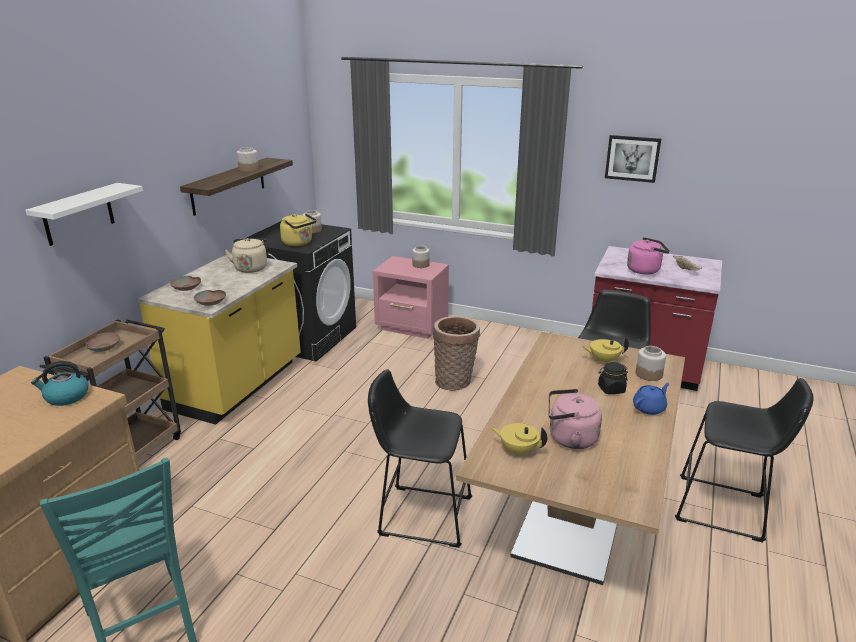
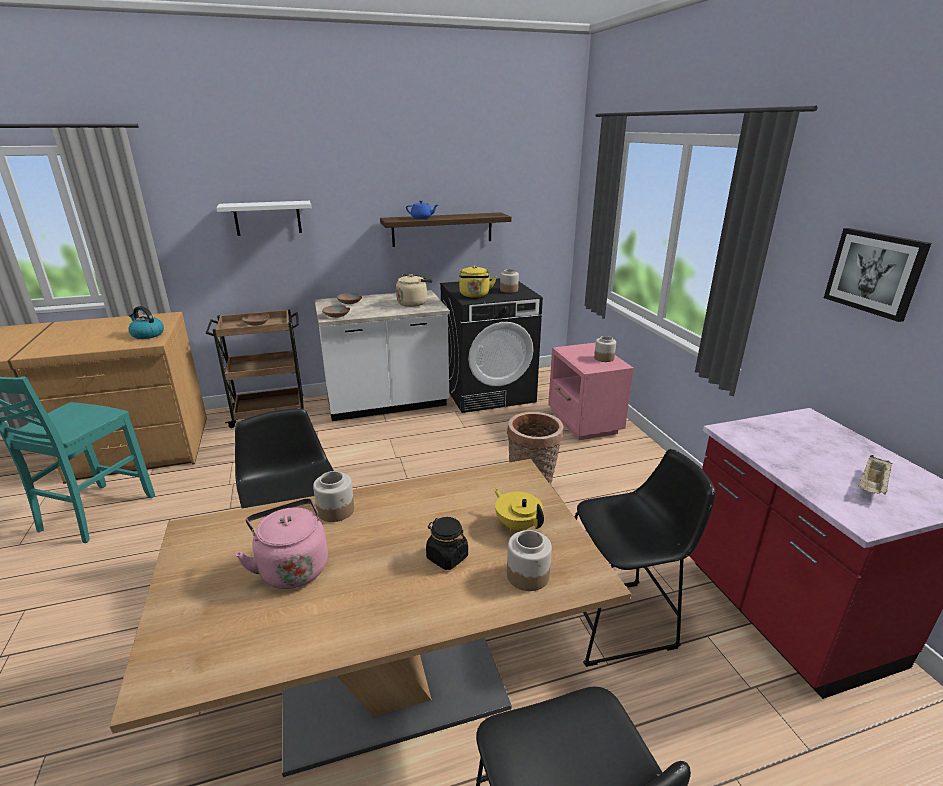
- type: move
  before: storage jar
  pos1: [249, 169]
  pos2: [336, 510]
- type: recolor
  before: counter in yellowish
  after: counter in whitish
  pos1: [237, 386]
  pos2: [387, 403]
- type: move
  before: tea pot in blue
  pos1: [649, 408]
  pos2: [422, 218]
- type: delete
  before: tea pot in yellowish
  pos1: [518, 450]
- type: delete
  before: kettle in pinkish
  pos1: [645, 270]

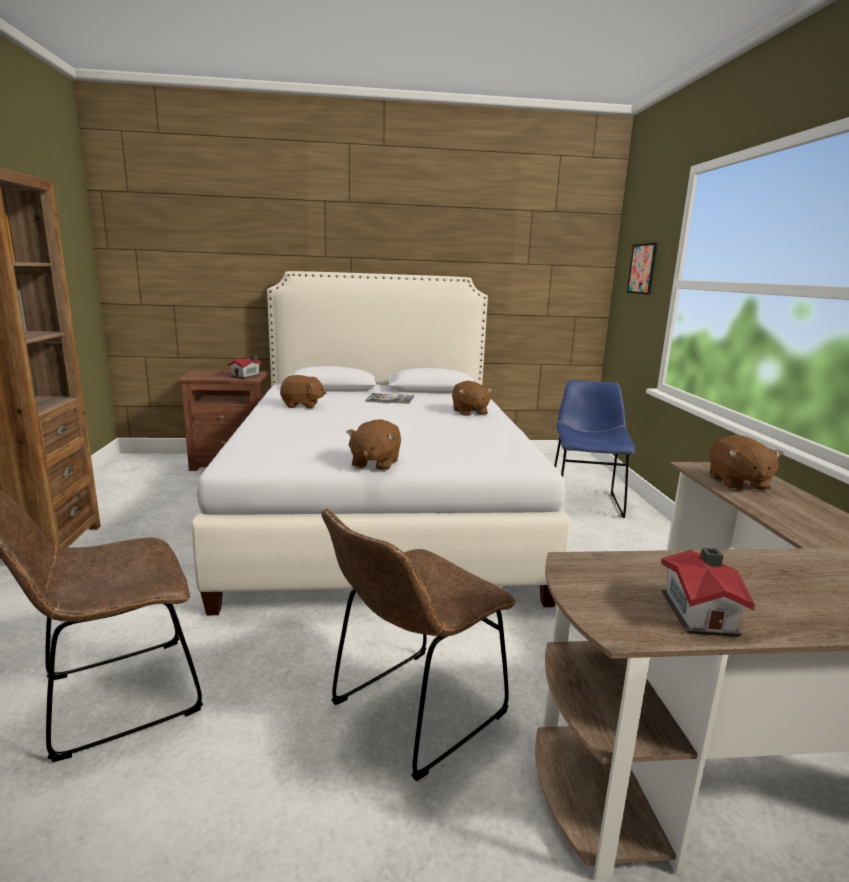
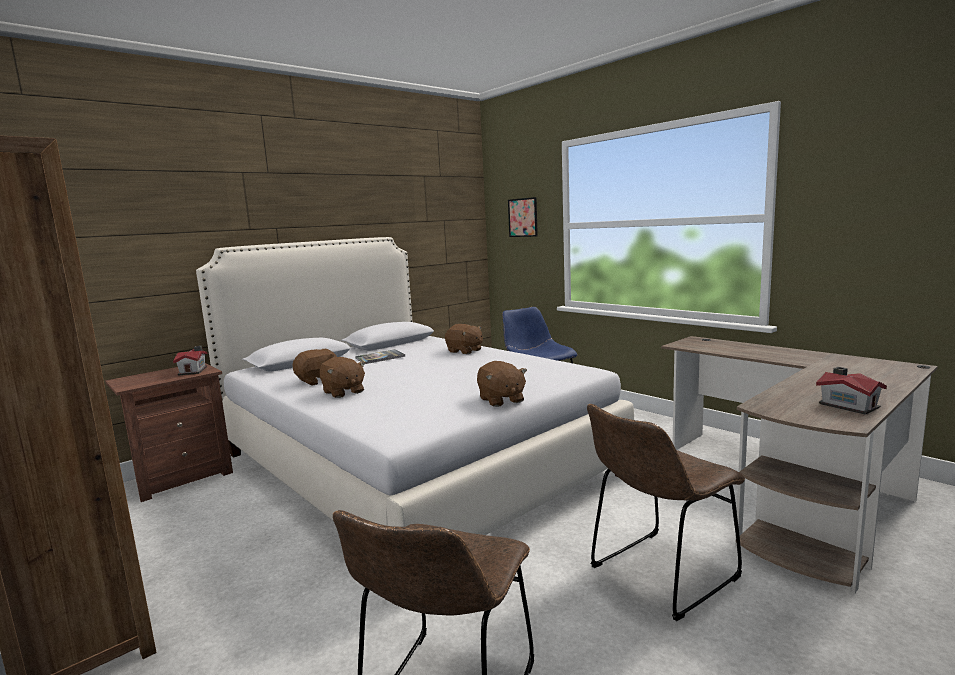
- type: move
  before: cuddly toy in brown
  pos1: [737, 483]
  pos2: [343, 392]
- type: rotate
  before: chair in brown
  pos1: [412, 713]
  pos2: [659, 575]
  turn: 45

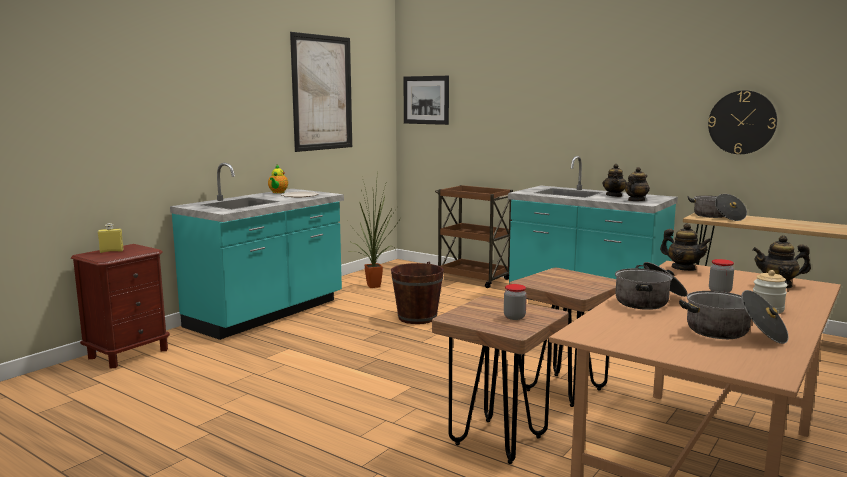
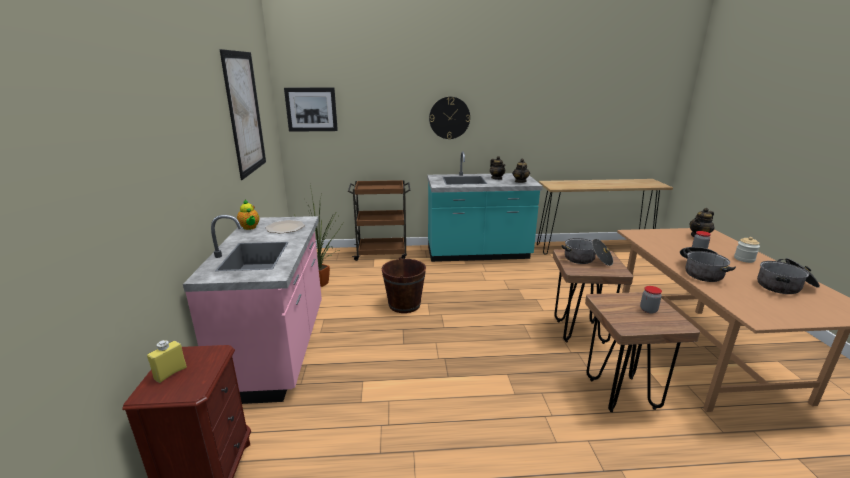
- type: recolor
  before: counter in turquoise
  after: counter in pinkish
  pos1: [267, 314]
  pos2: [279, 349]
- type: move
  before: wall clock
  pos1: [742, 122]
  pos2: [449, 118]
- type: move
  before: cooking pot
  pos1: [717, 216]
  pos2: [586, 260]
- type: delete
  before: tea pot
  pos1: [683, 268]

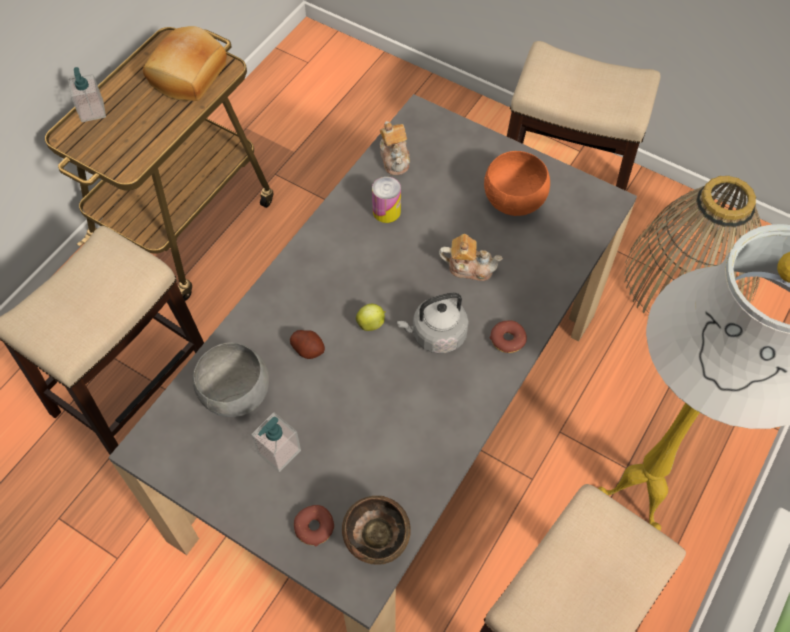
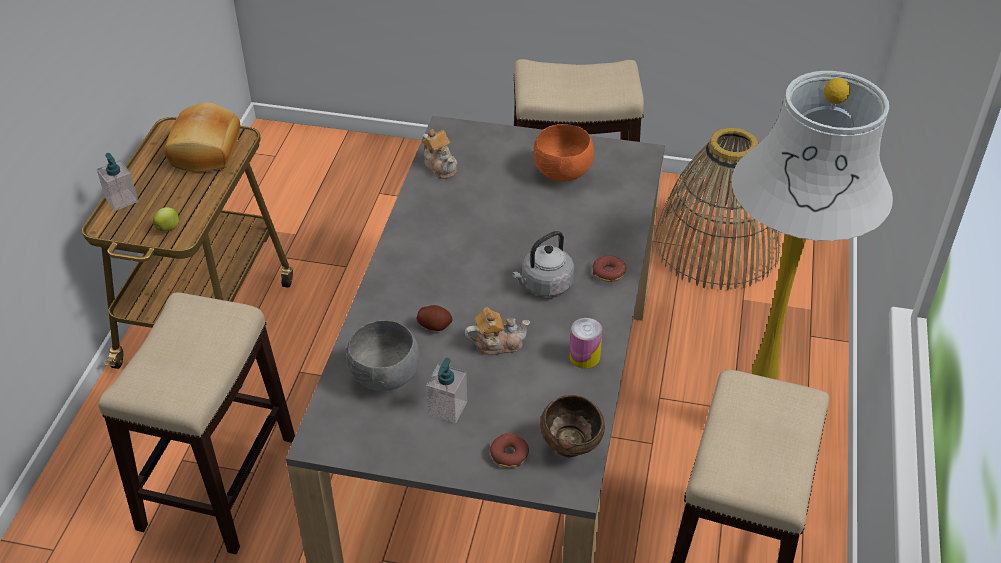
- type: move
  before: apple
  pos1: [371, 324]
  pos2: [169, 228]
- type: move
  before: tea pot
  pos1: [469, 267]
  pos2: [497, 343]
- type: move
  before: sealed can
  pos1: [386, 211]
  pos2: [584, 357]

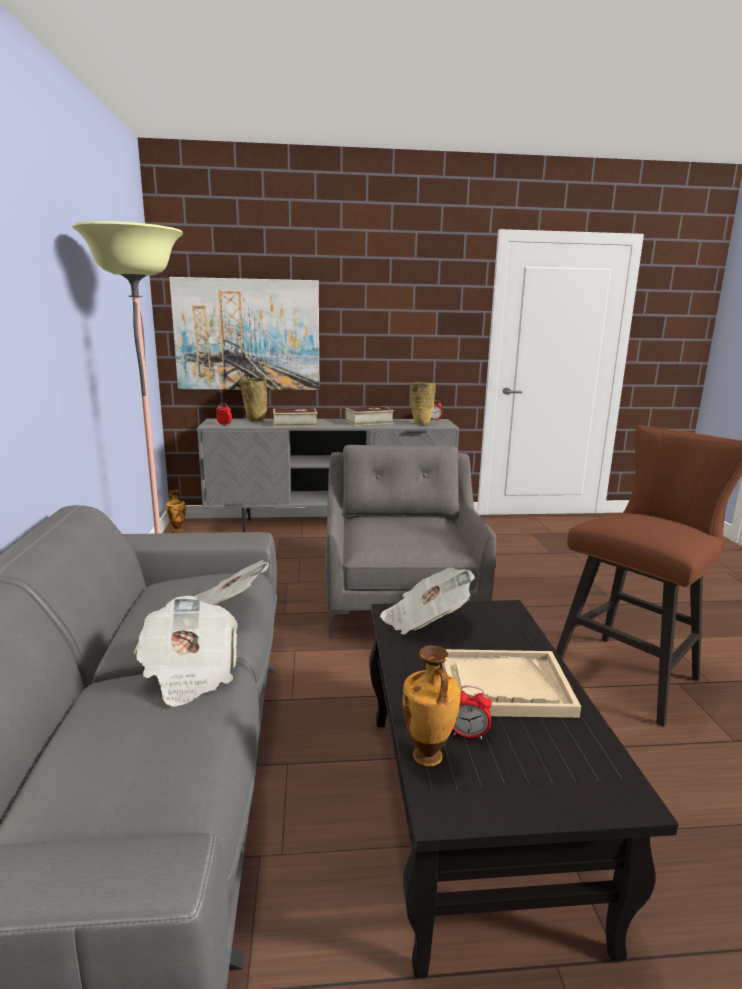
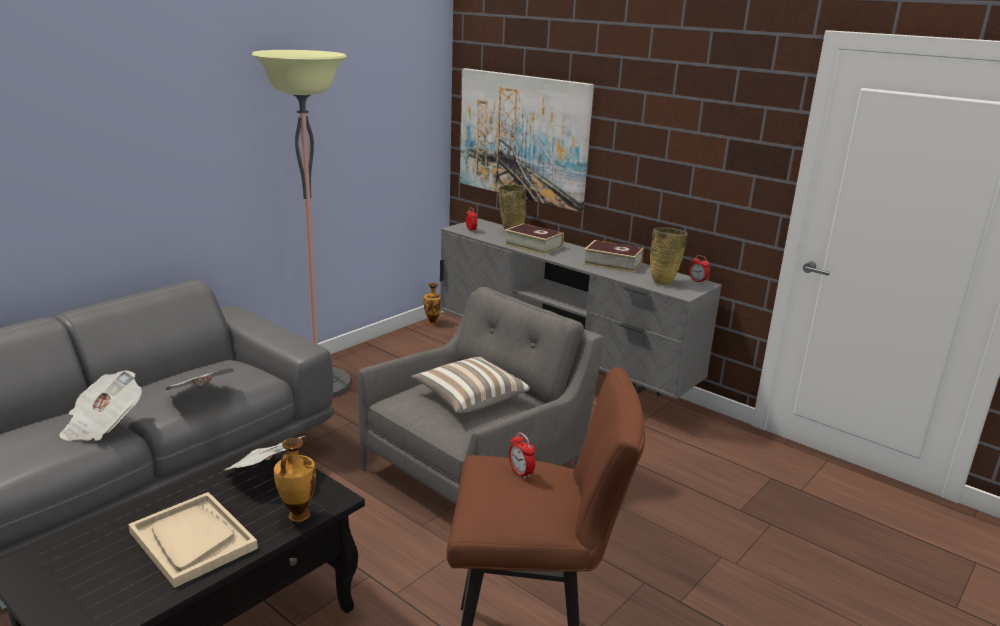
- type: move
  before: decorative vase
  pos1: [427, 757]
  pos2: [297, 516]
- type: insert
  after: pillow
  pos2: [469, 398]
- type: move
  before: table clock
  pos1: [468, 734]
  pos2: [521, 473]

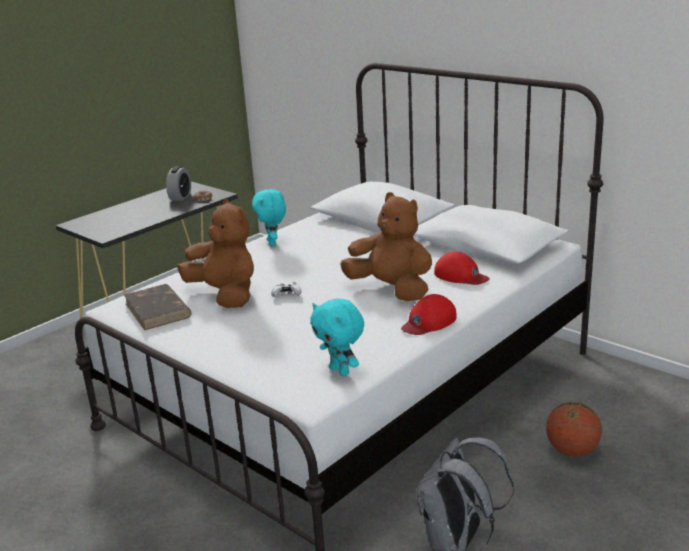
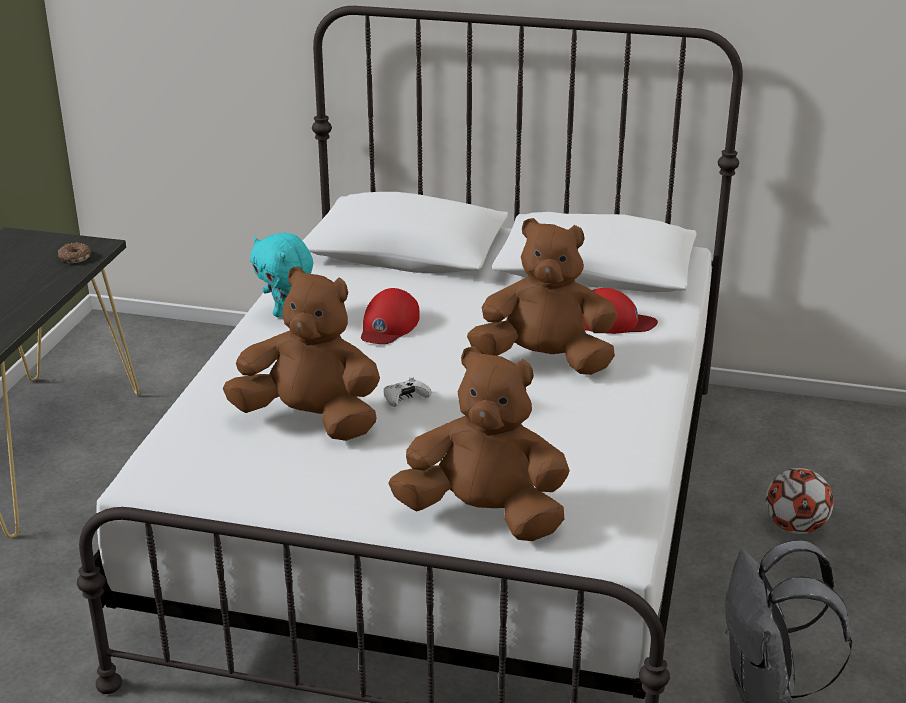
- type: move
  before: baseball cap in reddish
  pos1: [428, 322]
  pos2: [388, 325]
- type: insert
  after: cuddly toy in brown
  pos2: [484, 515]
- type: replace
  before: basketball
  after: football
  pos1: [572, 451]
  pos2: [795, 527]
- type: delete
  before: bound book in brown
  pos1: [158, 310]
- type: delete
  before: table clock
  pos1: [180, 197]
- type: delete
  before: cuddly toy in turquoise
  pos1: [340, 371]

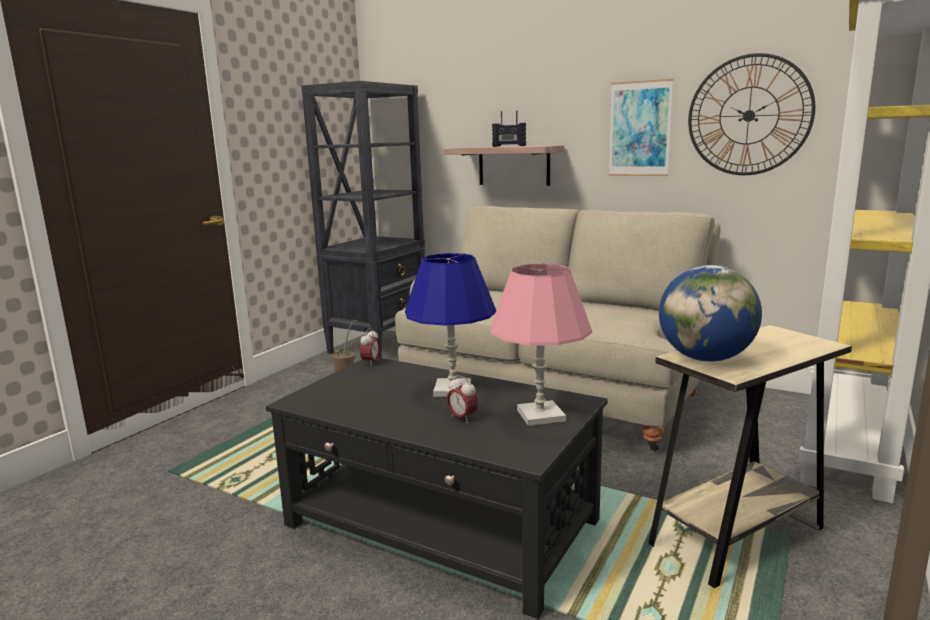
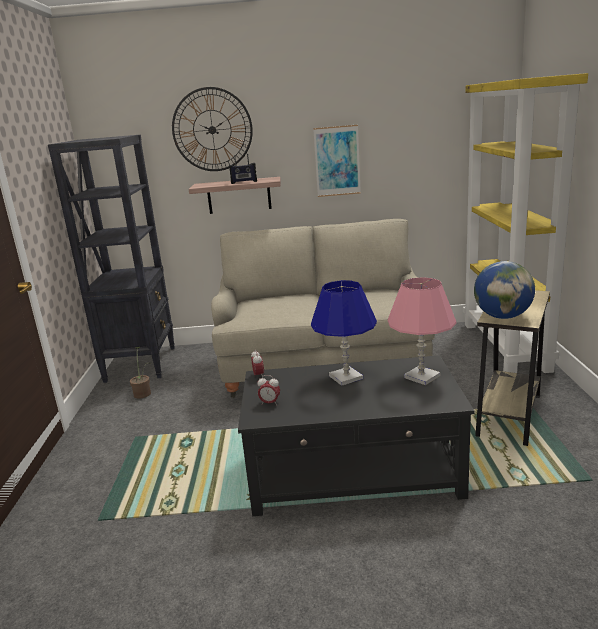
- type: move
  before: wall clock
  pos1: [749, 115]
  pos2: [212, 130]
- type: move
  before: table clock
  pos1: [462, 418]
  pos2: [270, 403]

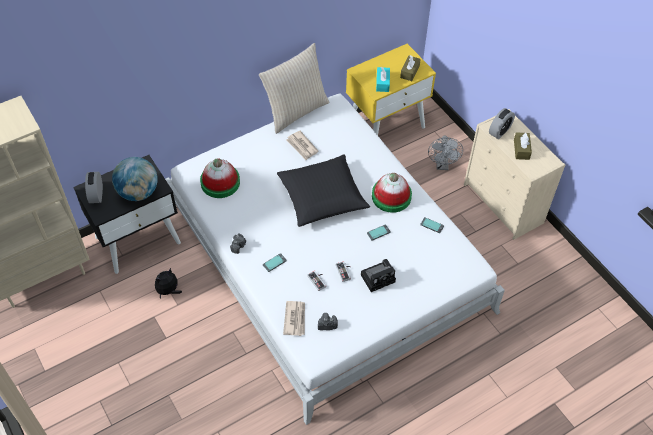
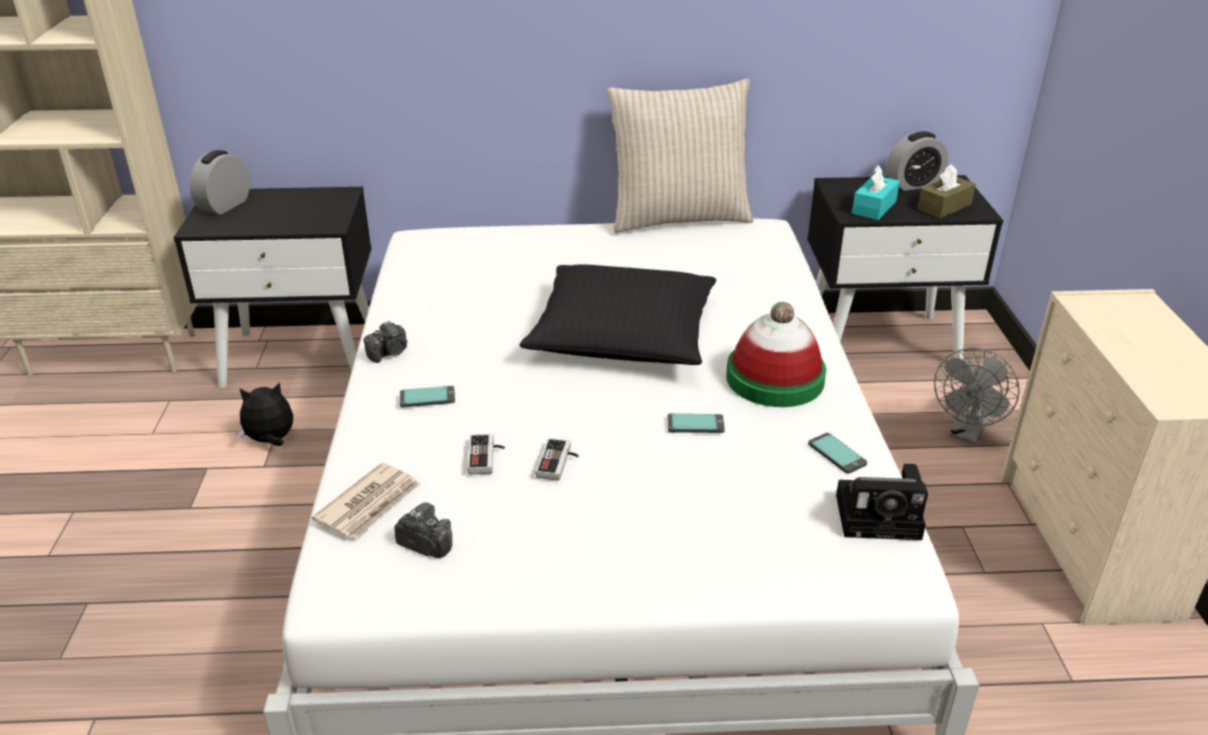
- type: recolor
  before: nightstand in yellowish
  after: nightstand in black-coloured
  pos1: [386, 124]
  pos2: [881, 342]
- type: move
  before: photo camera
  pos1: [379, 277]
  pos2: [882, 516]
- type: move
  before: table clock
  pos1: [499, 131]
  pos2: [913, 184]
- type: delete
  before: world globe
  pos1: [138, 192]
- type: delete
  before: clothing hat
  pos1: [220, 182]
- type: delete
  before: printed paper
  pos1: [302, 146]
- type: delete
  before: tissue box in brown
  pos1: [521, 149]

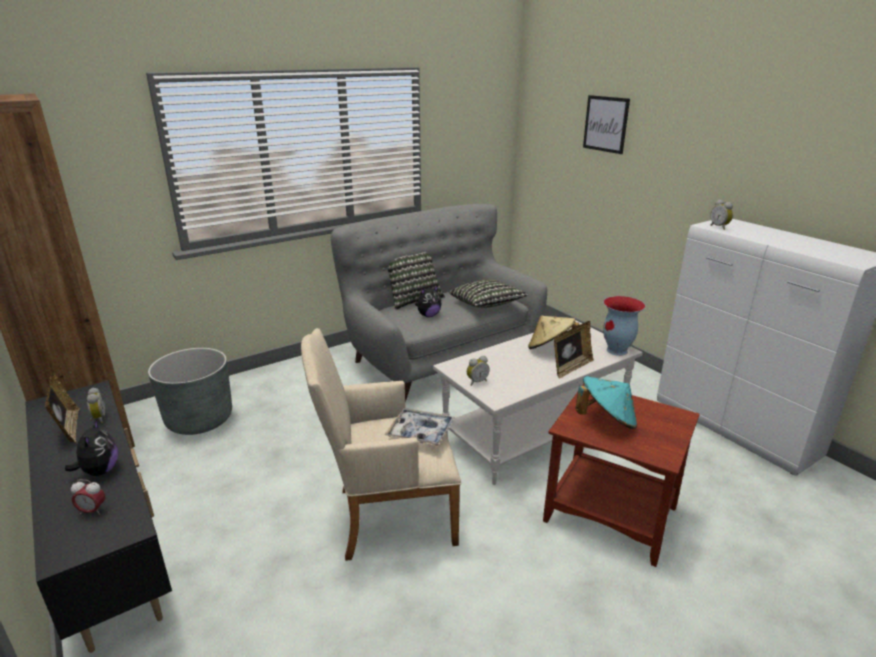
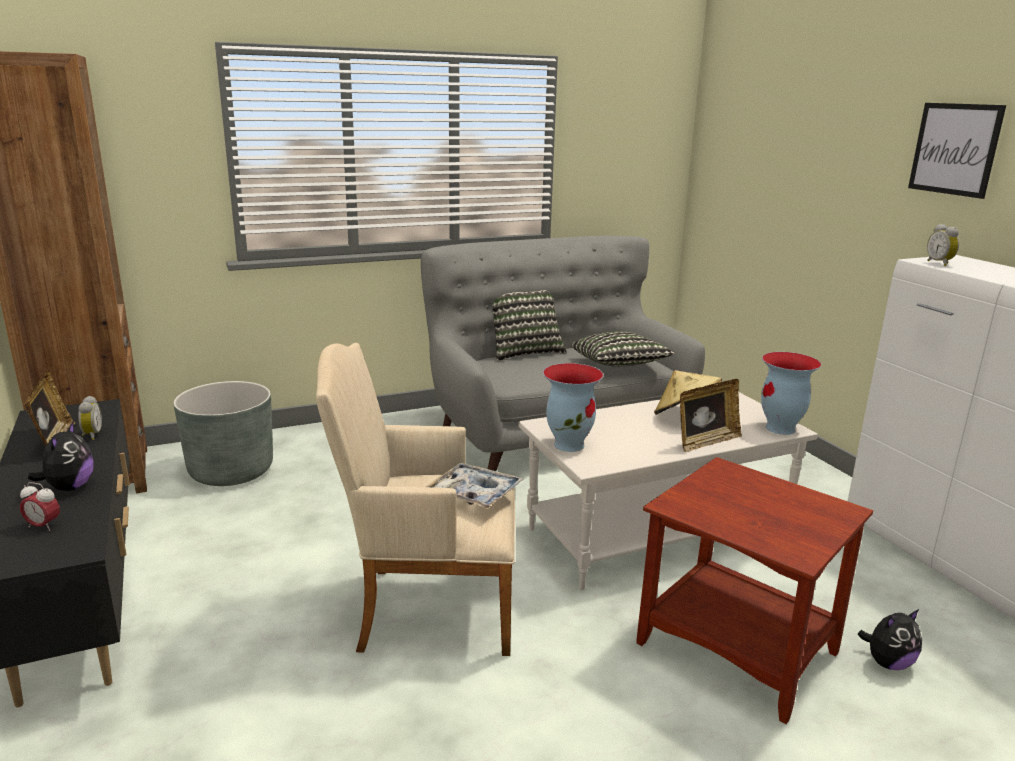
- type: replace
  before: table clock
  after: decorative vase
  pos1: [476, 381]
  pos2: [569, 444]
- type: move
  before: cuddly toy
  pos1: [428, 315]
  pos2: [887, 663]
- type: move
  before: wall picture
  pos1: [605, 124]
  pos2: [955, 149]
- type: delete
  before: clothing hat in turquoise
  pos1: [606, 420]

